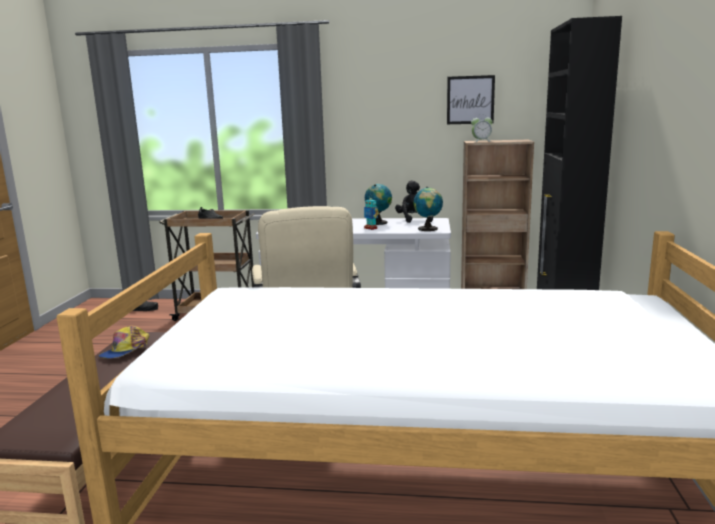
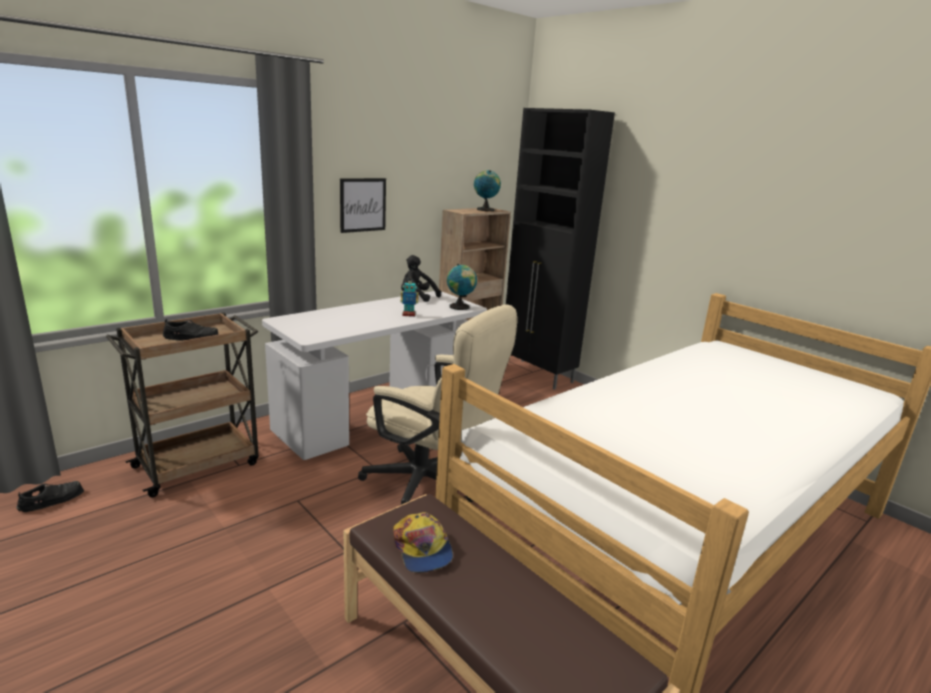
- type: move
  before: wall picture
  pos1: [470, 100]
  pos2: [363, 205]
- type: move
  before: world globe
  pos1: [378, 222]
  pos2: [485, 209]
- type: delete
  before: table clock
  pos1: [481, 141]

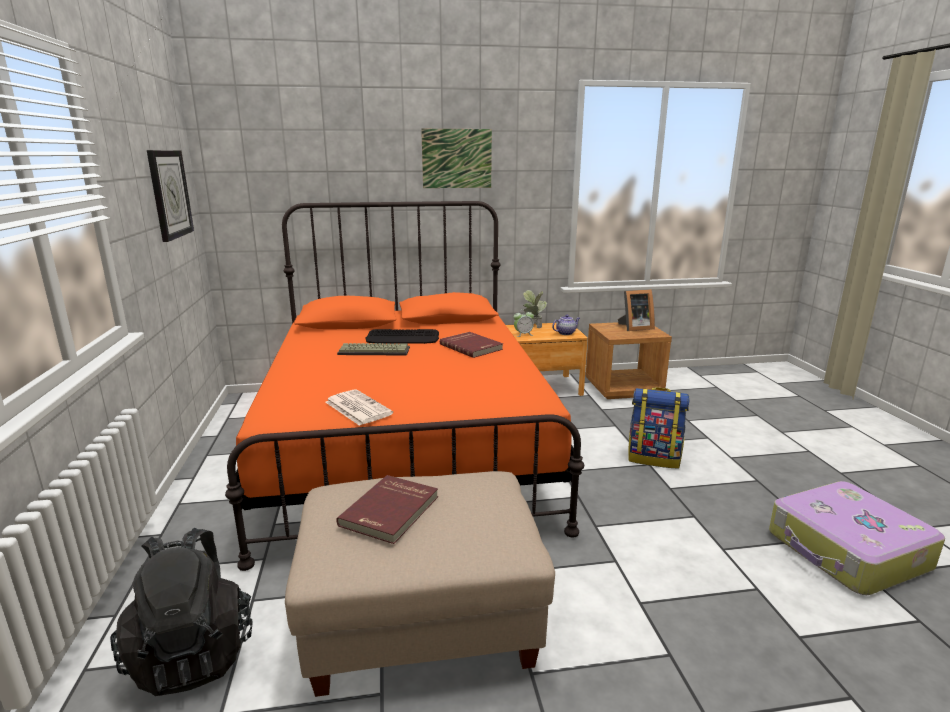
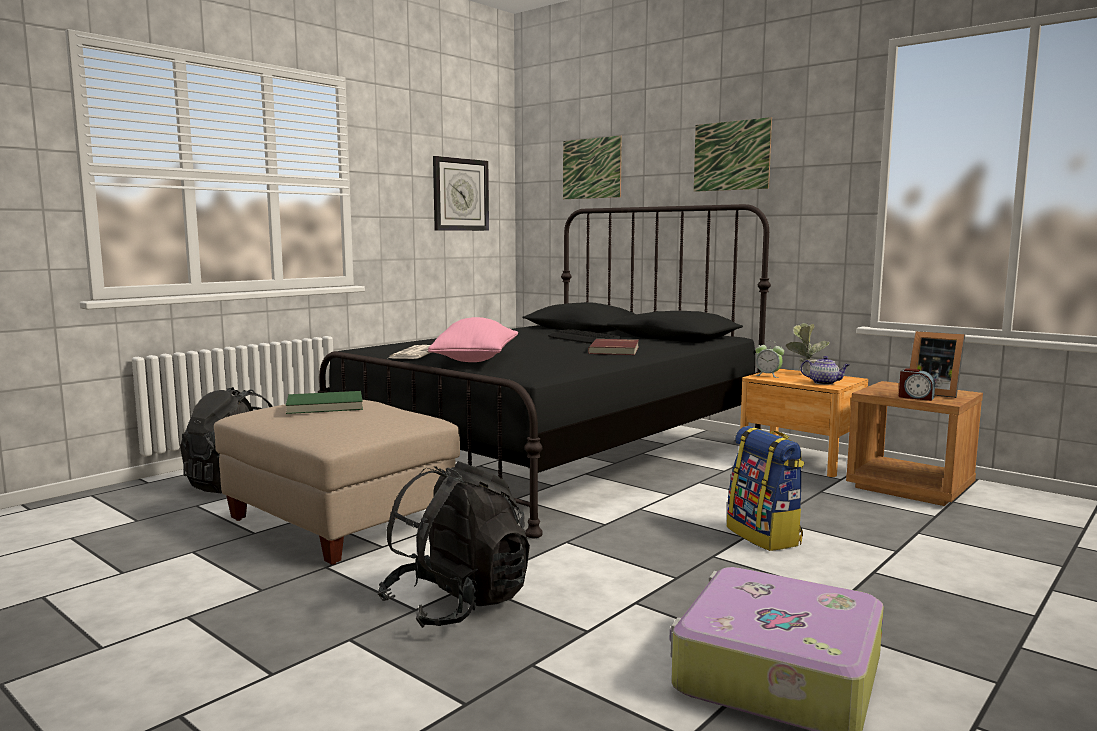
- type: recolor
  before: bound book in reddish
  after: bound book in green
  pos1: [391, 511]
  pos2: [325, 406]
- type: recolor
  before: bed in orange
  after: bed in black-coloured
  pos1: [406, 447]
  pos2: [554, 454]
- type: insert
  after: knapsack in black-coloured
  pos2: [457, 604]
- type: insert
  after: pillow in pinkish
  pos2: [476, 360]
- type: insert
  after: wall picture
  pos2: [591, 168]
- type: insert
  after: table clock
  pos2: [915, 397]
- type: delete
  before: computer keyboard
  pos1: [375, 350]

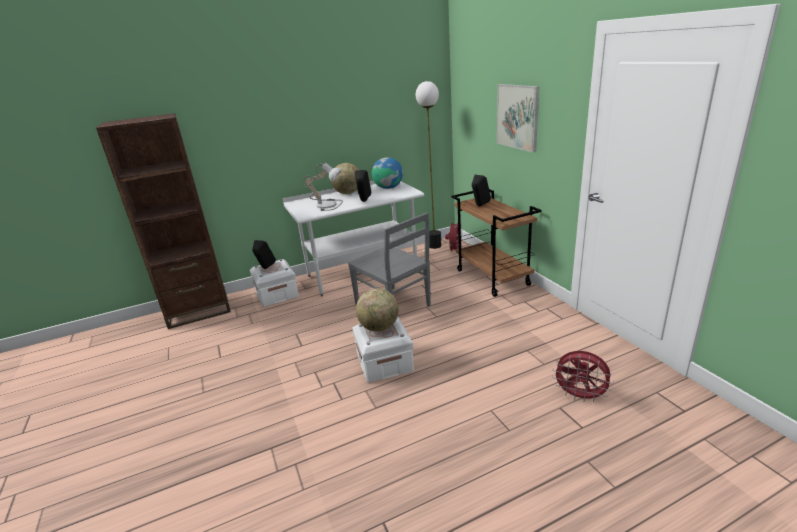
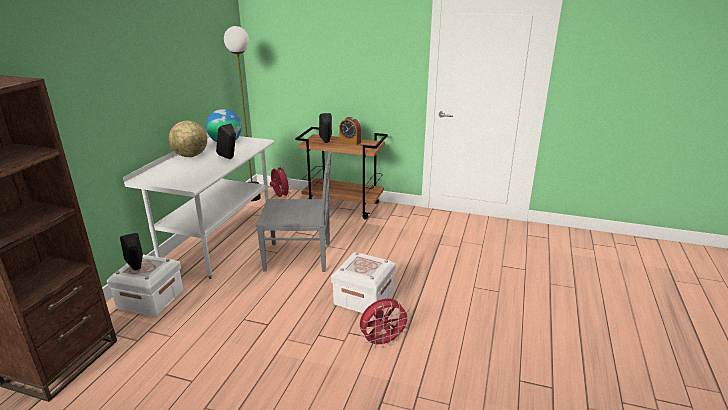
- type: insert
  after: table clock
  pos2: [350, 142]
- type: move
  before: fan in reddish
  pos1: [580, 396]
  pos2: [383, 342]
- type: delete
  before: lamp for a table
  pos1: [328, 204]
- type: delete
  before: world globe
  pos1: [379, 327]
- type: delete
  before: wall picture
  pos1: [517, 117]

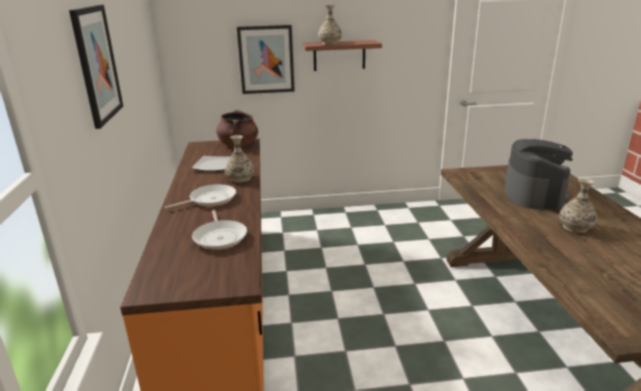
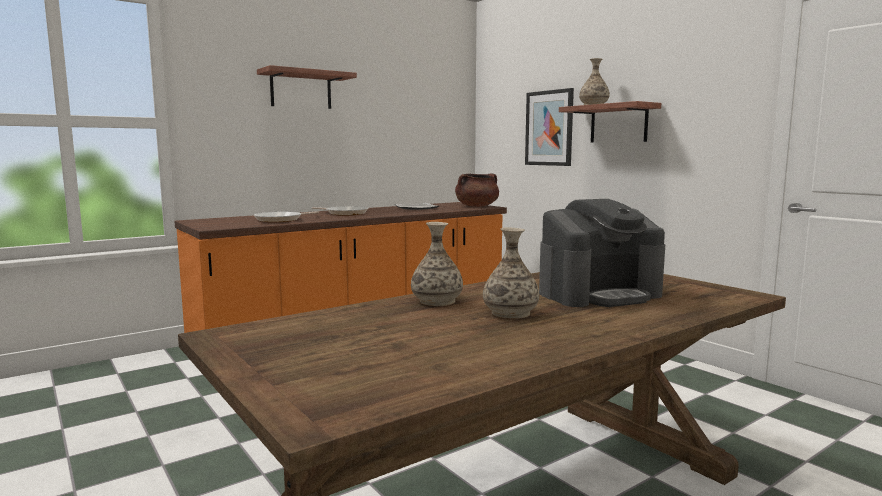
- type: replace
  before: wall picture
  after: wall shelf
  pos1: [96, 64]
  pos2: [301, 90]
- type: move
  before: decorative vase
  pos1: [240, 179]
  pos2: [437, 301]

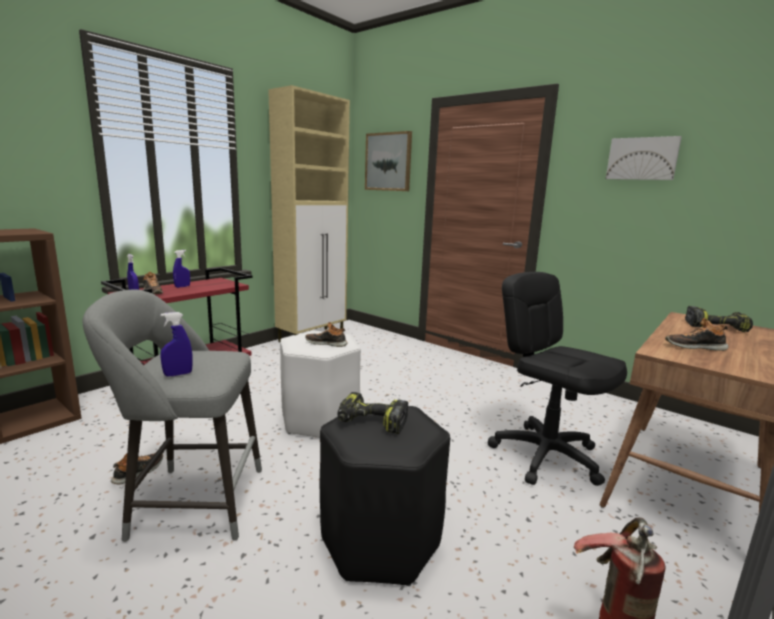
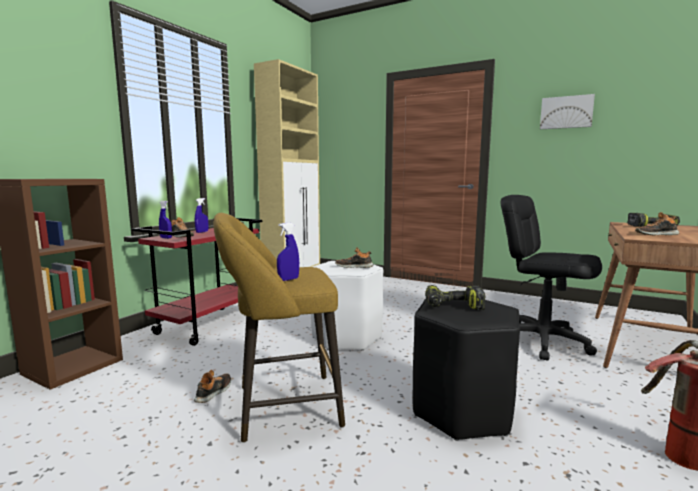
- type: recolor
  before: stool seat in greyish
  after: stool seat in yellowish
  pos1: [191, 502]
  pos2: [281, 407]
- type: delete
  before: wall picture
  pos1: [388, 162]

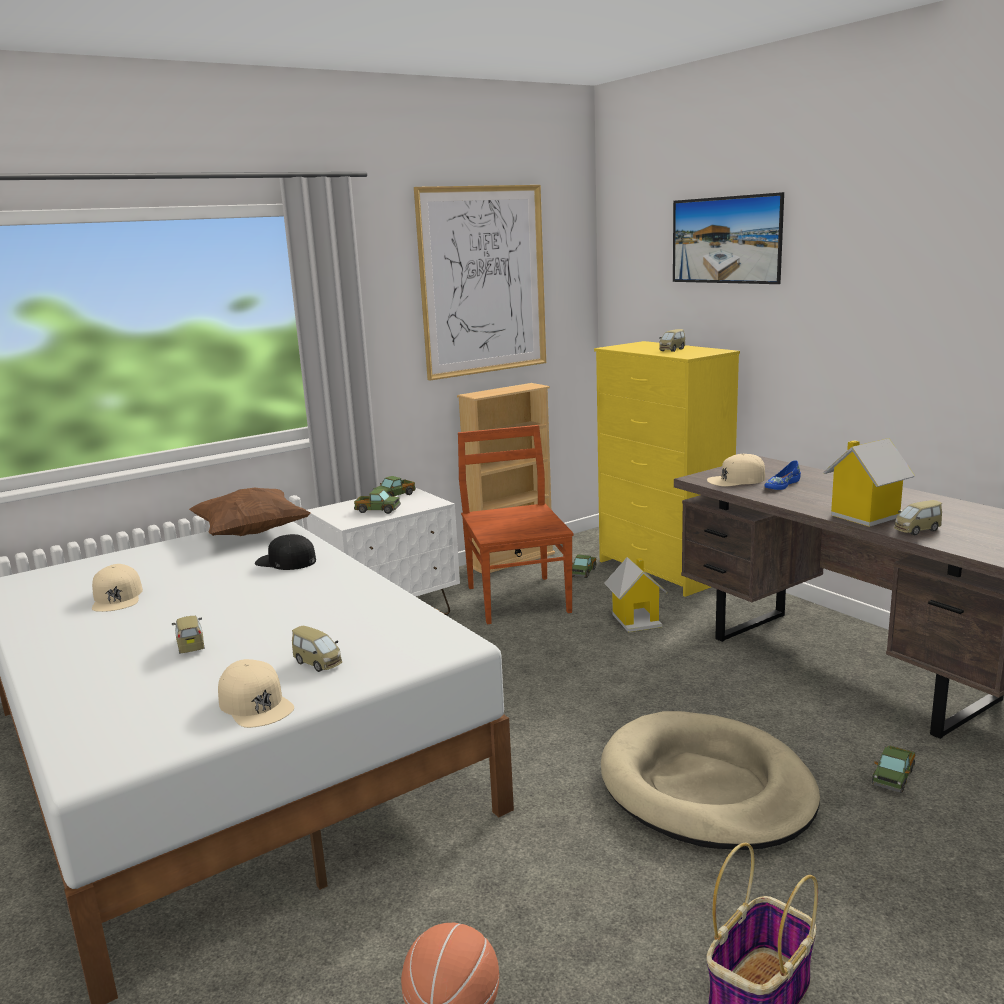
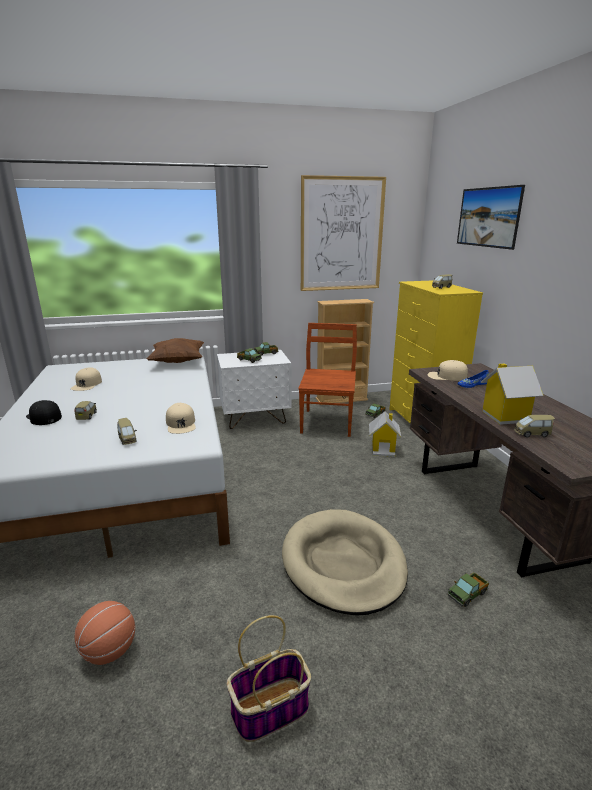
- type: move
  before: baseball cap in black-coloured
  pos1: [286, 561]
  pos2: [44, 417]
- type: move
  before: baseball cap in beige
  pos1: [256, 704]
  pos2: [181, 424]

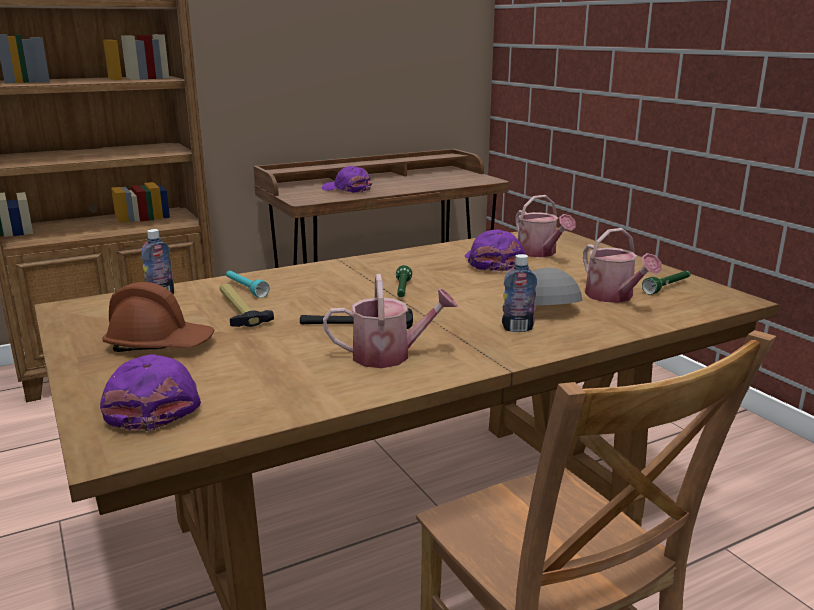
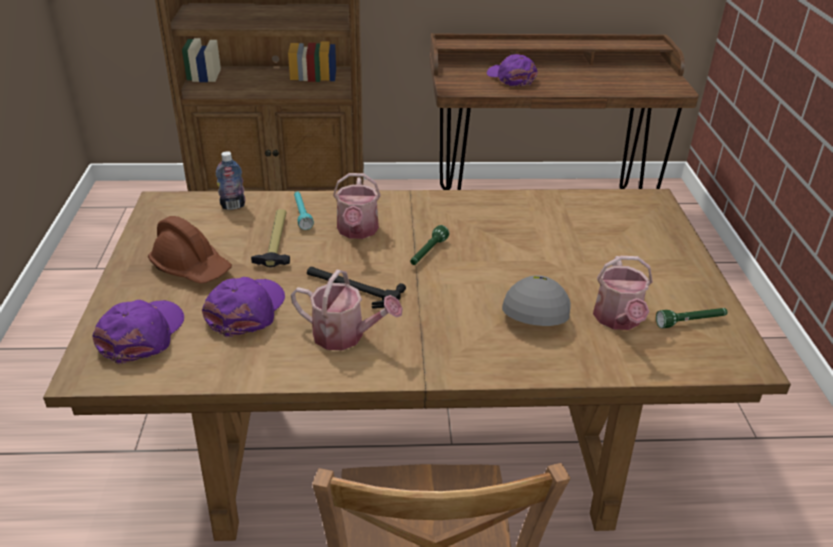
- type: move
  before: baseball cap in purplish
  pos1: [492, 262]
  pos2: [246, 311]
- type: move
  before: sprinkling can
  pos1: [540, 253]
  pos2: [357, 231]
- type: delete
  before: bottle
  pos1: [517, 328]

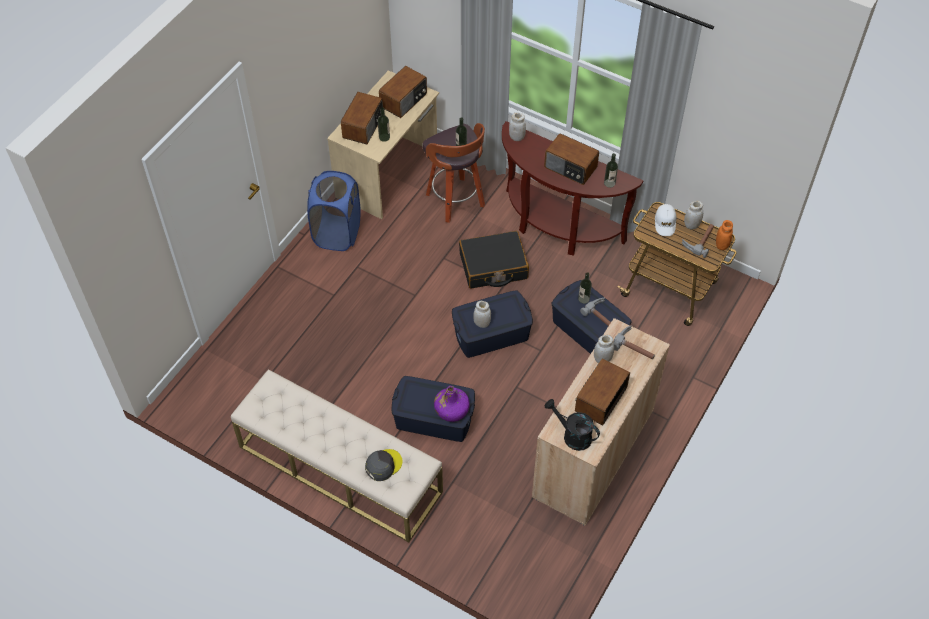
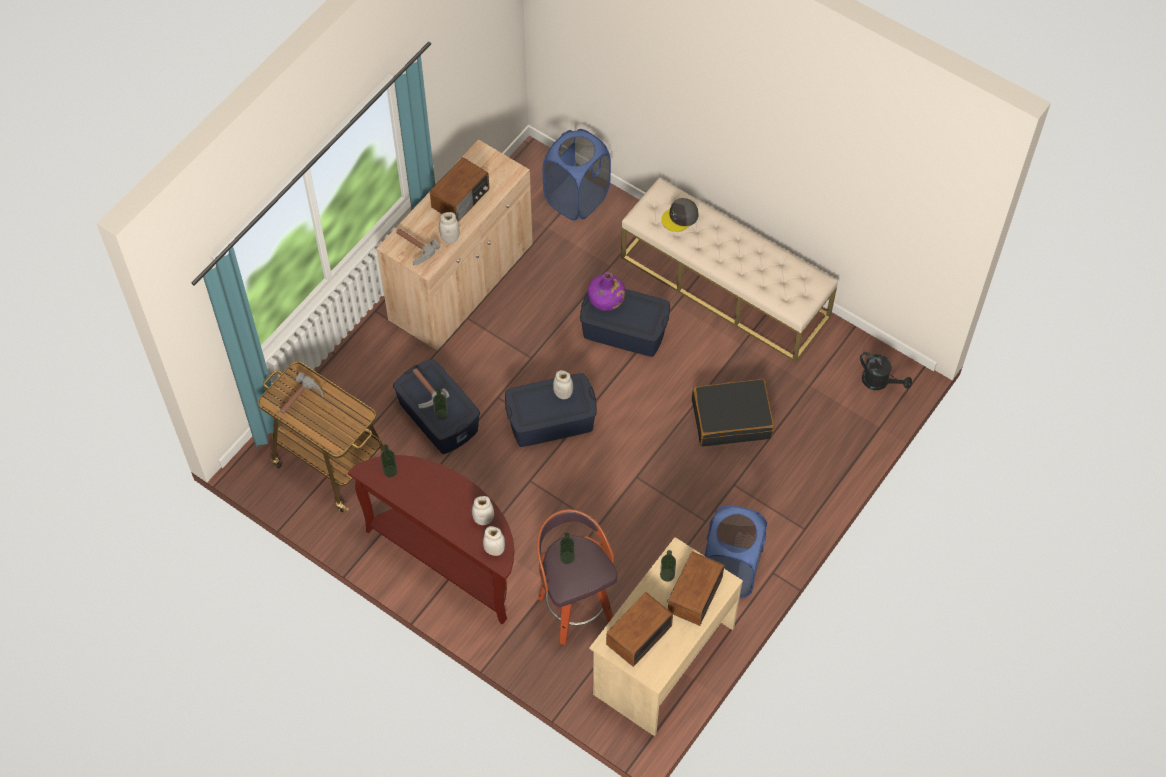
- type: move
  before: storage jar in whitish
  pos1: [691, 225]
  pos2: [483, 519]
- type: insert
  after: hamper in blue
  pos2: [576, 198]
- type: move
  before: travel case in black-coloured
  pos1: [493, 266]
  pos2: [731, 418]
- type: move
  before: sprinkling can in black-coloured
  pos1: [572, 435]
  pos2: [879, 382]
- type: delete
  before: radio set
  pos1: [570, 168]
- type: delete
  before: baseball cap in whitish
  pos1: [665, 223]
- type: delete
  before: storage jar in orange
  pos1: [721, 245]

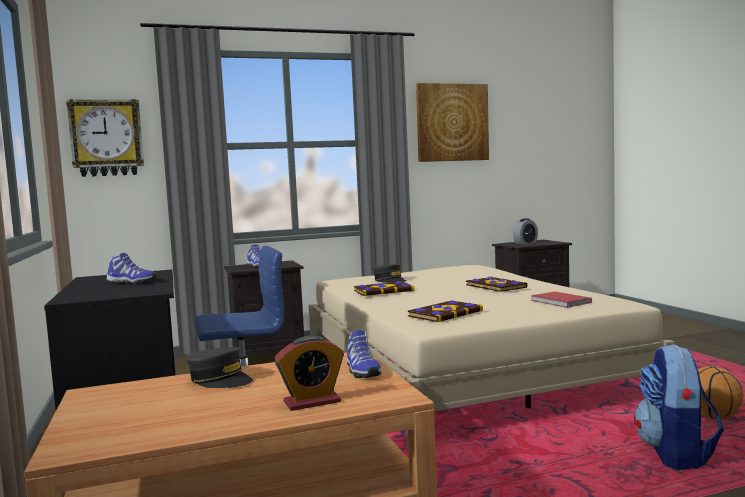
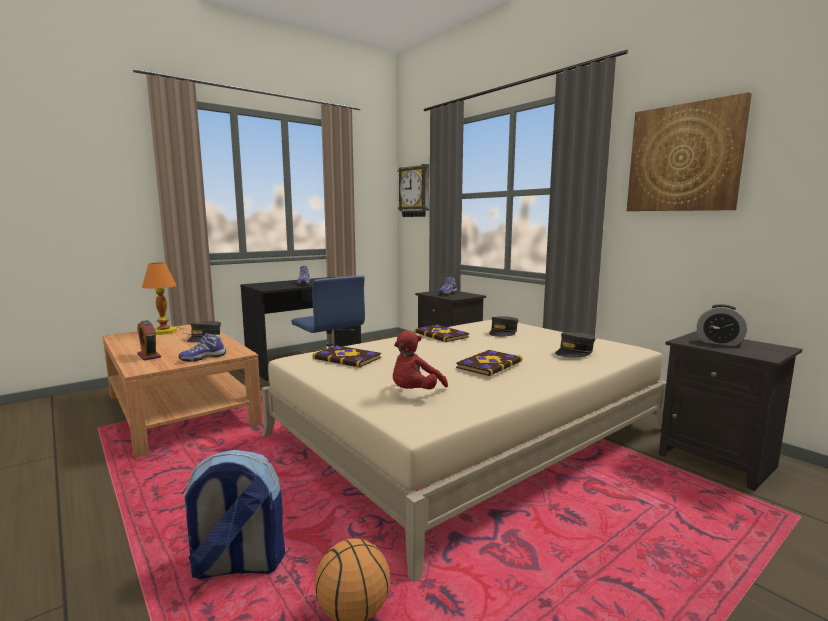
- type: insert
  after: lamp for a table
  pos2: [167, 331]
- type: replace
  before: bound book in reddish
  after: cuddly toy in reddish
  pos1: [559, 302]
  pos2: [415, 393]
- type: insert
  after: baseball cap in greyish
  pos2: [574, 352]

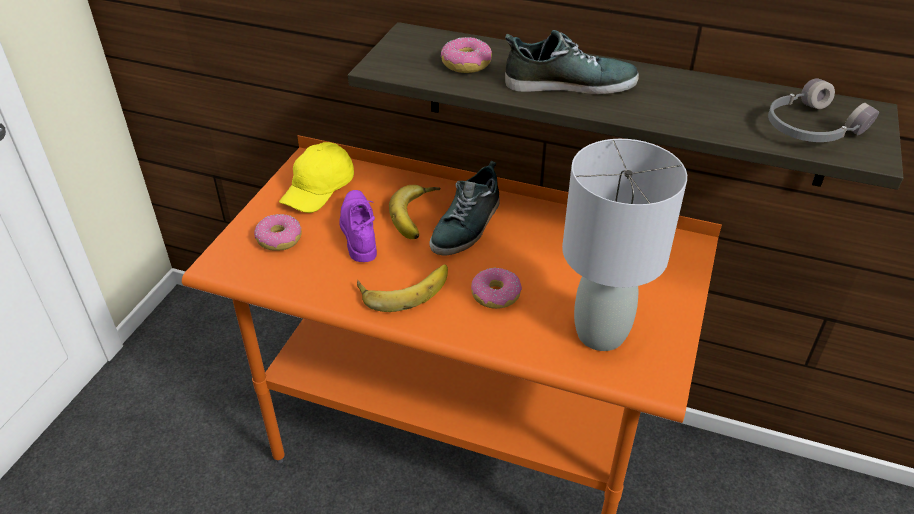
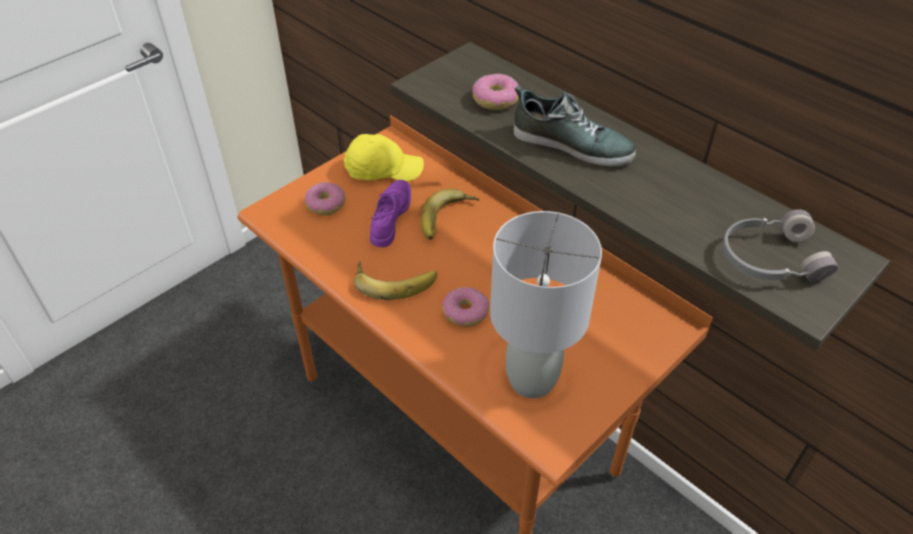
- type: rotate
  before: baseball cap in yellowish
  pos1: [319, 189]
  pos2: [383, 169]
  turn: -150
- type: delete
  before: item of footwear
  pos1: [467, 225]

